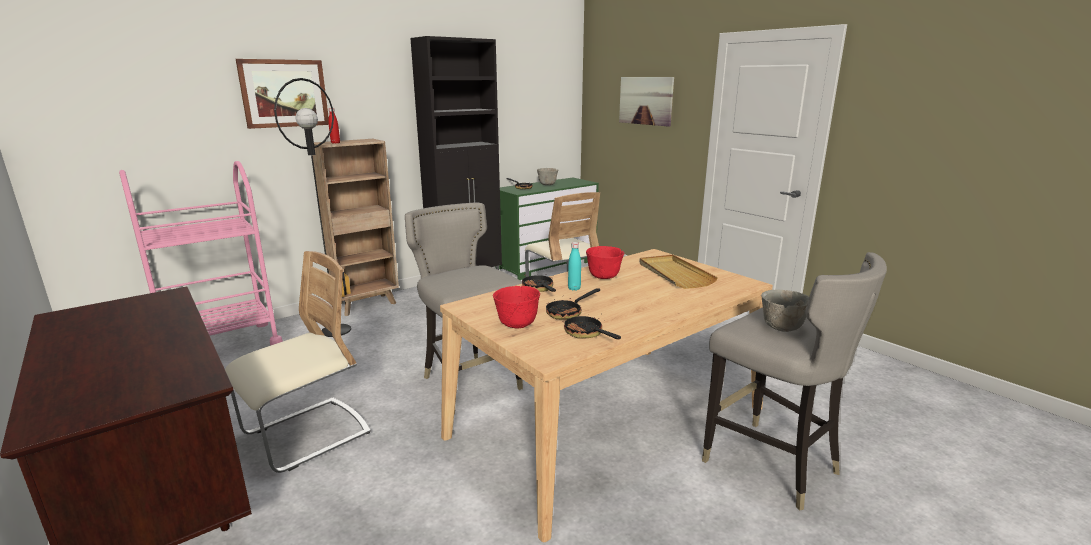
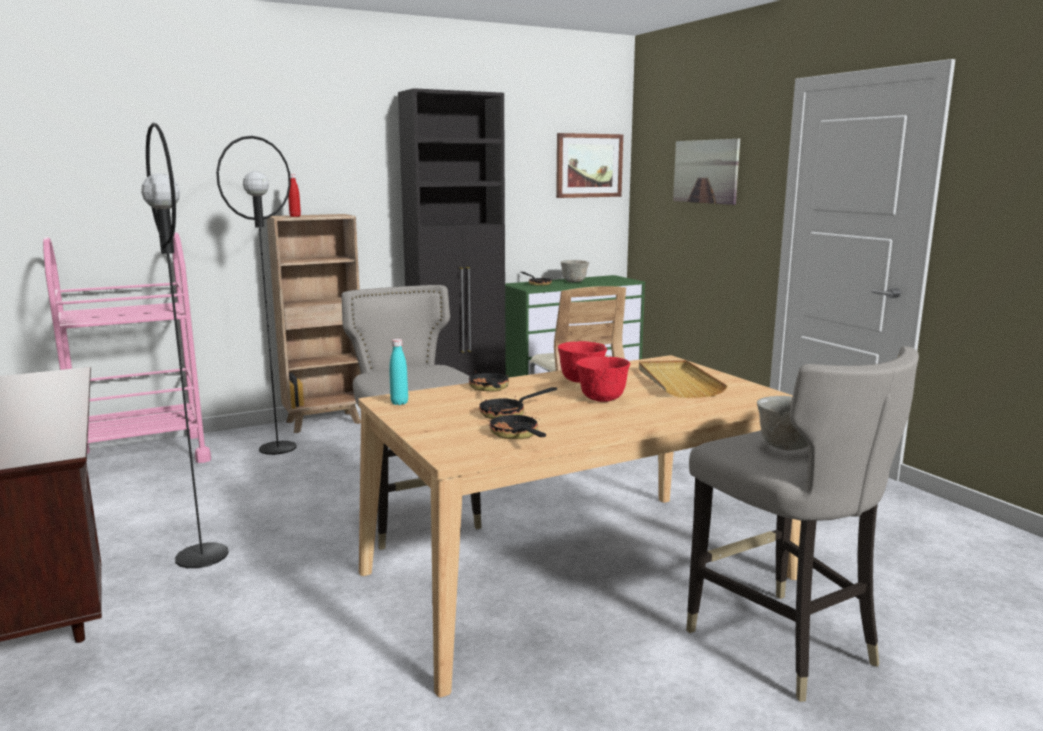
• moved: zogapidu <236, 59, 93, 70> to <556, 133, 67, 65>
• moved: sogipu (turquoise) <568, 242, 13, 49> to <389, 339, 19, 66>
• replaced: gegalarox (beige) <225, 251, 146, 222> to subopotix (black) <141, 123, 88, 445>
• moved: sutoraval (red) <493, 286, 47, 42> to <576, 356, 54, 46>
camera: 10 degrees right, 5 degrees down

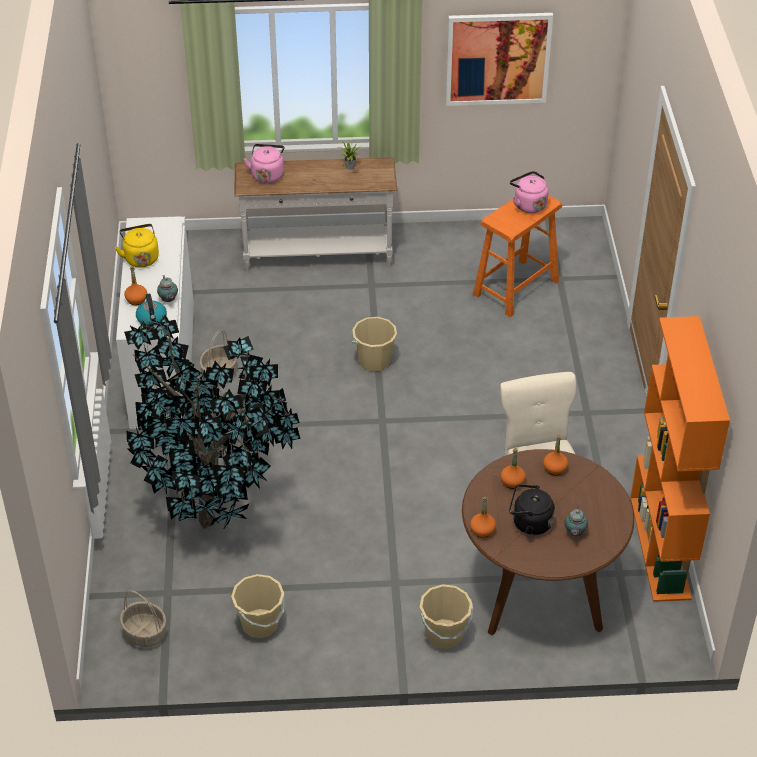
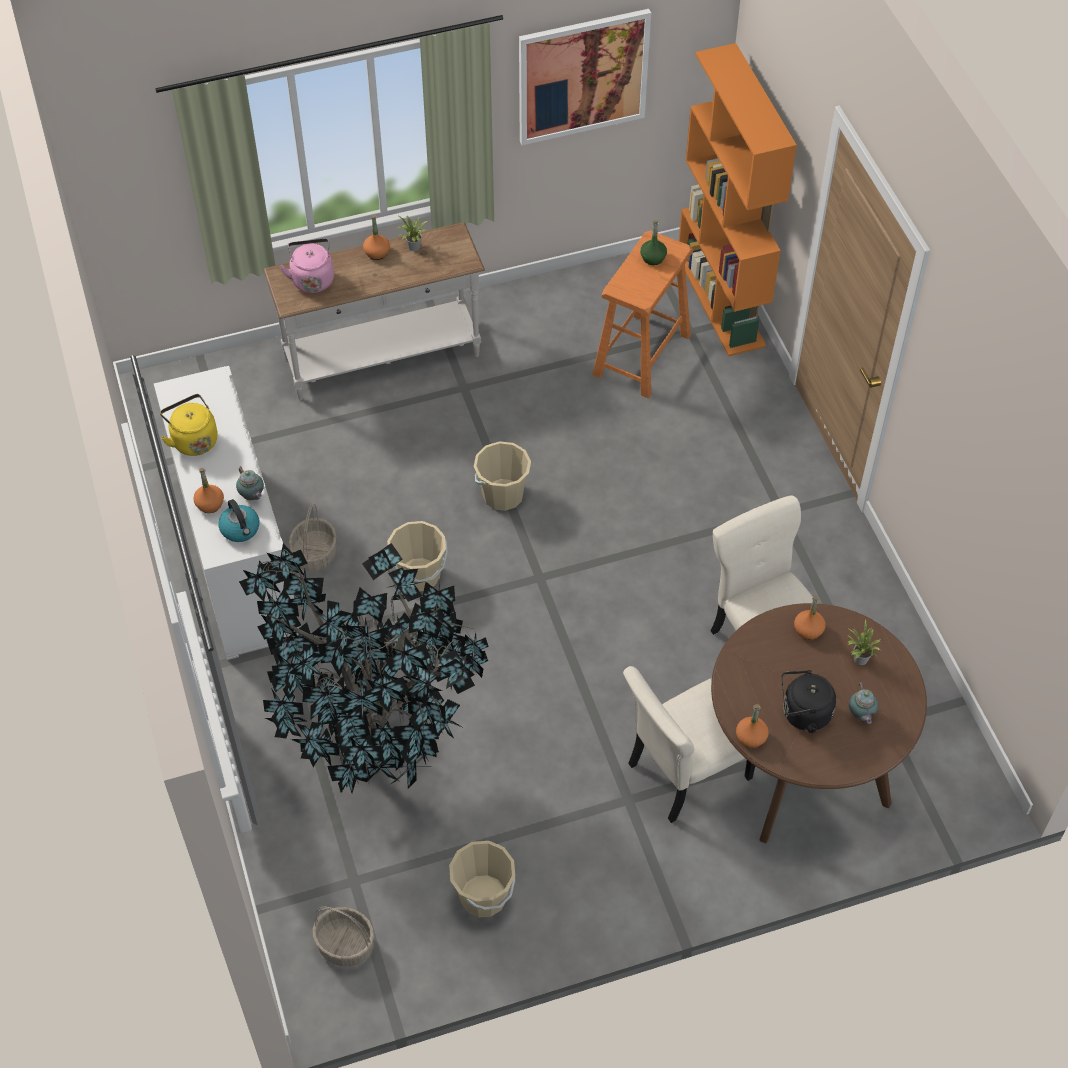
• replaced: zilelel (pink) <510, 171, 39, 42> to sogipu (green) <640, 220, 27, 45>
• moved: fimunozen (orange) <630, 316, 100, 286> to <679, 43, 118, 314>
• moved: sogipu (orange) <501, 448, 25, 41> to <363, 214, 27, 46>
• moved: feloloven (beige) <420, 584, 53, 65> to <387, 521, 61, 70>
• added: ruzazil <848, 619, 33, 46>
• added: gegalarox (beige) <623, 666, 132, 157>
camera: 15 degrees left, 10 degrees up

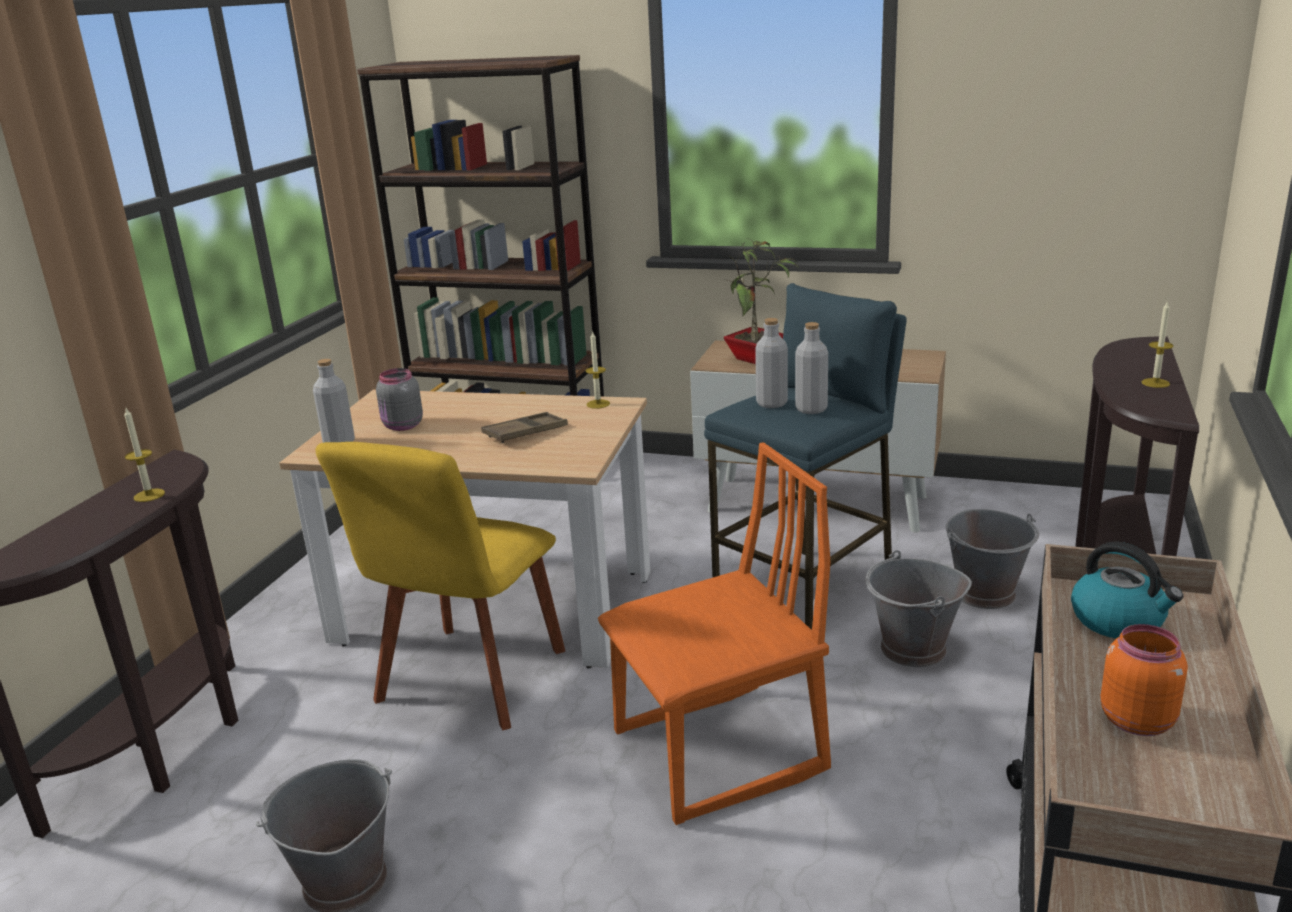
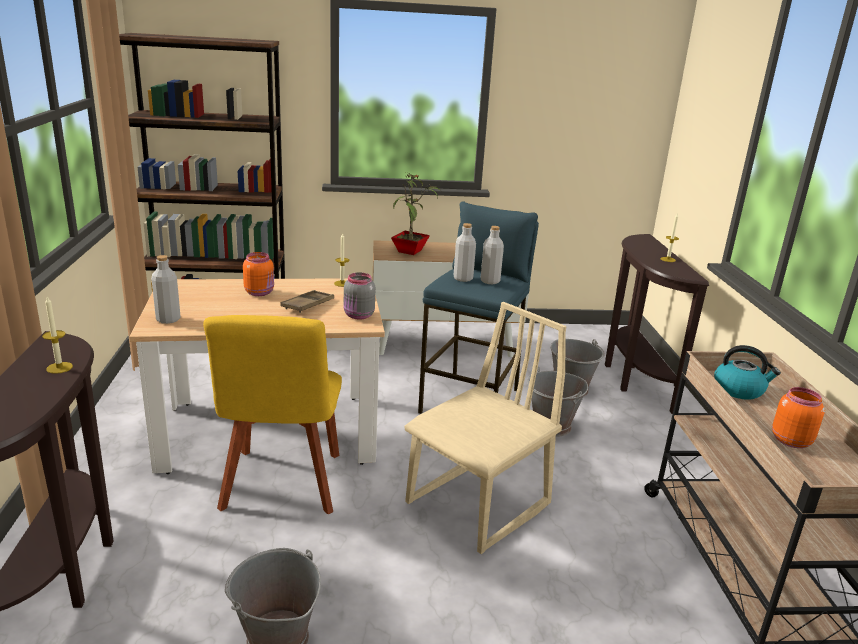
• moved: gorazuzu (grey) <376, 368, 47, 63> to <344, 272, 31, 48>
• recoloured: gegalarox (orange) <598, 442, 233, 383> to gegalarox (beige) <404, 302, 162, 252>
• added: gorazuzu (orange) <243, 252, 31, 44>
camera: 25 degrees left, 0 degrees up

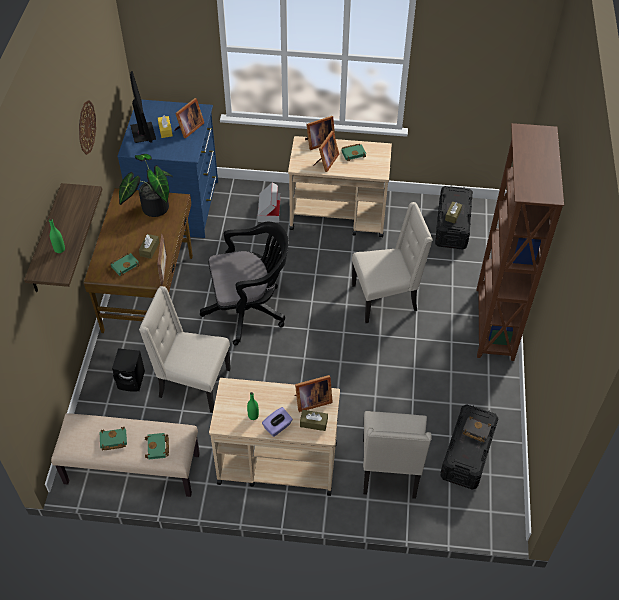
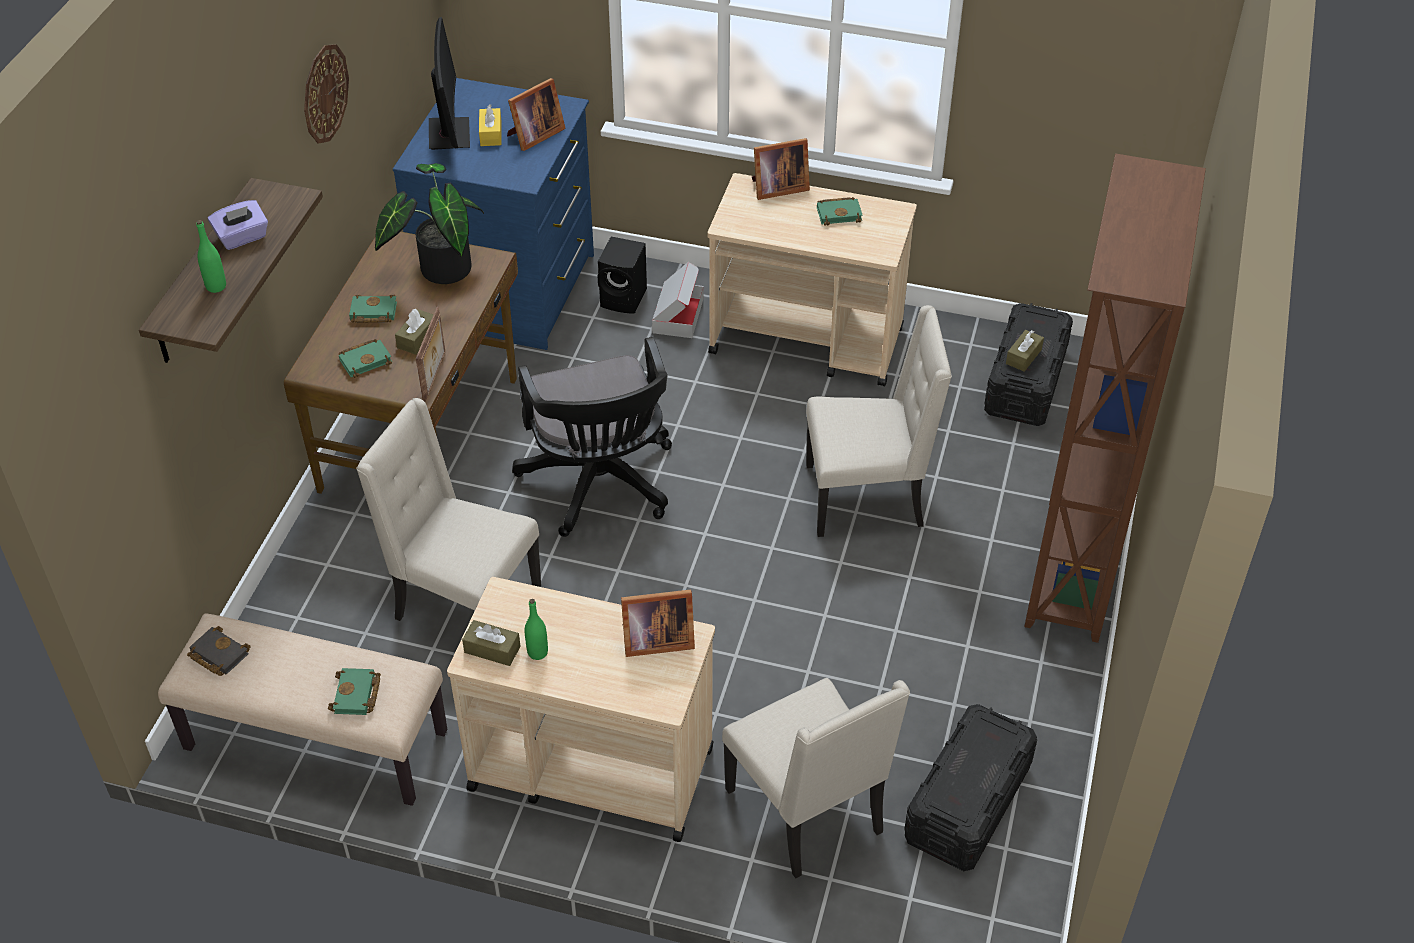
• removed: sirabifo <313, 131, 26, 41>
• turned: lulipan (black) <200, 221, 89, 125> = <512, 337, 160, 200> 75 degrees clockwise
• moved: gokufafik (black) <112, 348, 33, 44> to <597, 237, 50, 77>
• moved: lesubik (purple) <262, 407, 31, 30> to <208, 200, 60, 50>
• moved: lesubik (brown) <300, 410, 28, 21> to <462, 620, 59, 46>
• turned: gegalarox (beige) <363, 411, 69, 88> = <722, 678, 188, 201> 45 degrees counterclockwise
• moved: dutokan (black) <462, 416, 30, 26> to <187, 626, 64, 50>
• moved: dutokan (green) <100, 427, 27, 24> to <349, 295, 48, 28>
camera: 10 degrees right, 5 degrees down

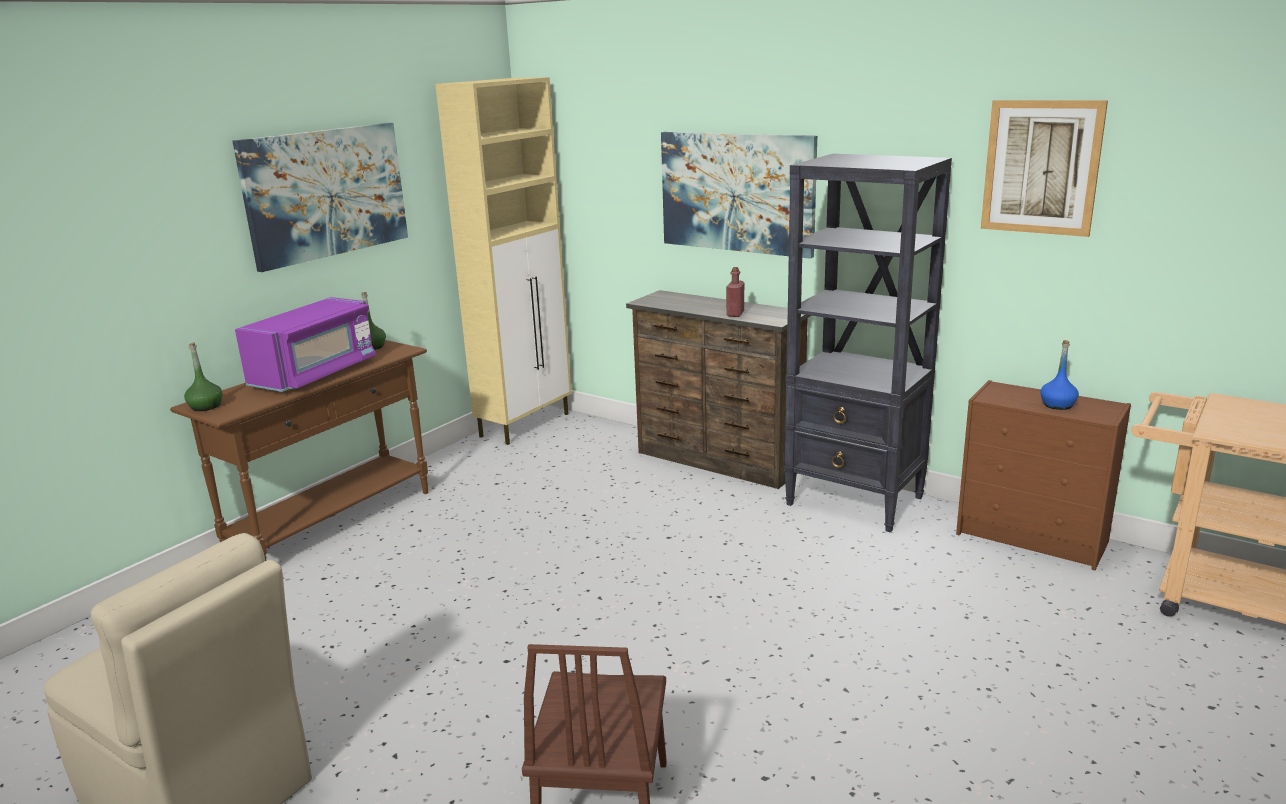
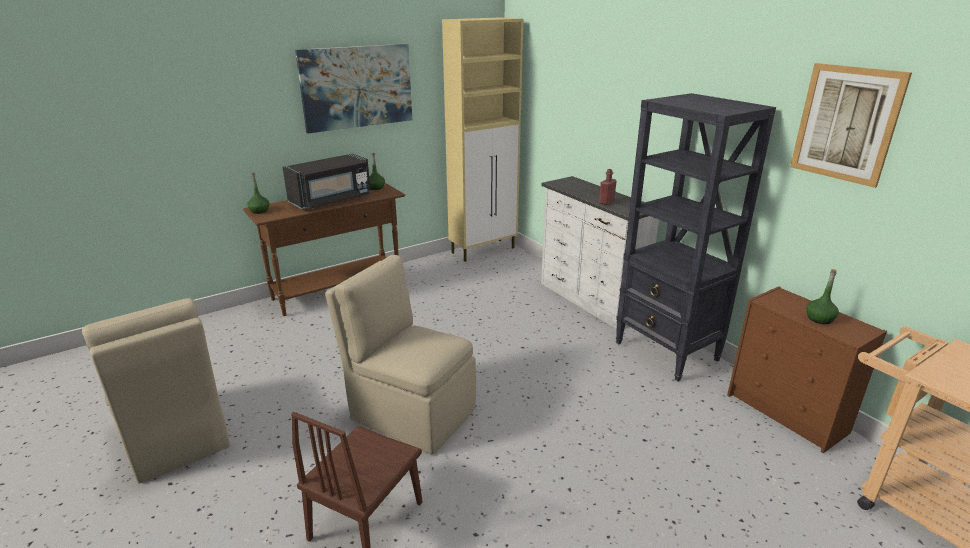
• removed: zogapidu <661, 132, 156, 127>
• recoloured: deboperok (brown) <626, 290, 185, 199> to deboperok (white) <541, 176, 118, 153>
• recoloured: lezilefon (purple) <235, 297, 141, 95> to lezilefon (black) <283, 154, 88, 55>
• recoloured: sogipu (blue) <1040, 340, 39, 70> to sogipu (green) <806, 269, 33, 55>
• added: gegalarox (beige) <325, 255, 151, 200>
camera: 20 degrees right, 5 degrees up

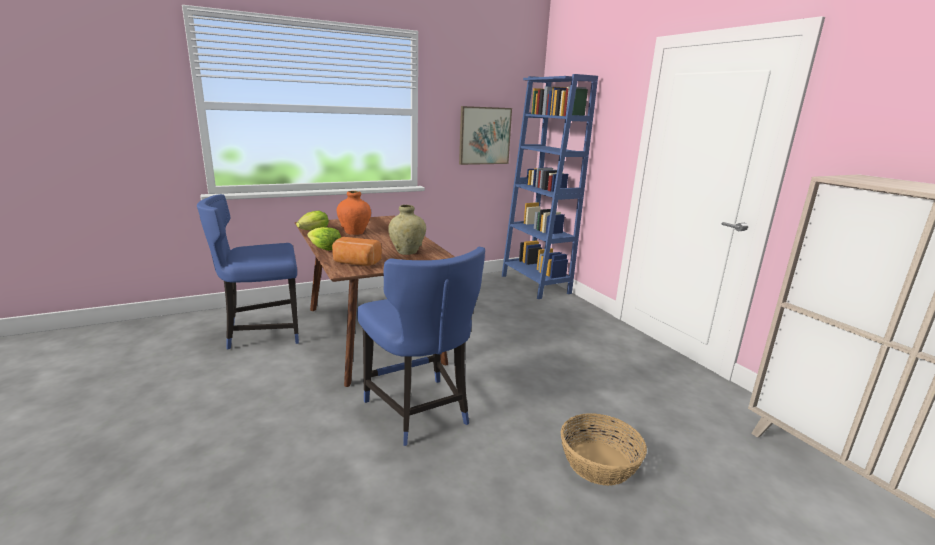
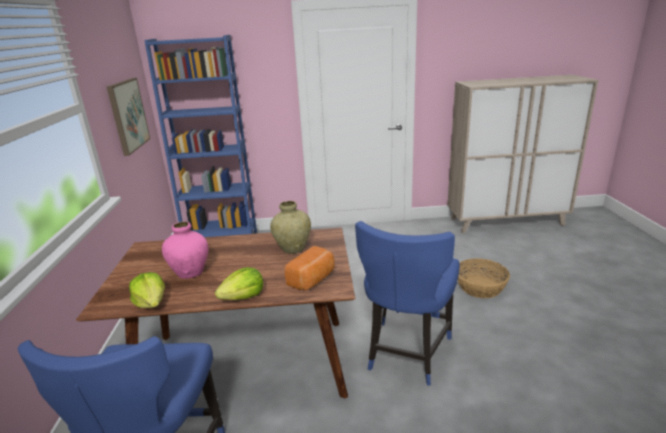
• recoloured: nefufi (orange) <337, 191, 34, 44> to nefufi (pink) <162, 221, 46, 58>
• turned: gegalarox (blue) <357, 247, 128, 199> = <355, 221, 105, 164> 120 degrees clockwise
camera: 65 degrees left, 5 degrees up

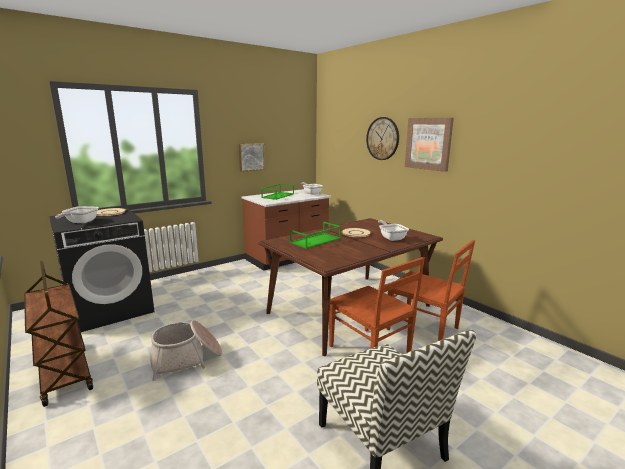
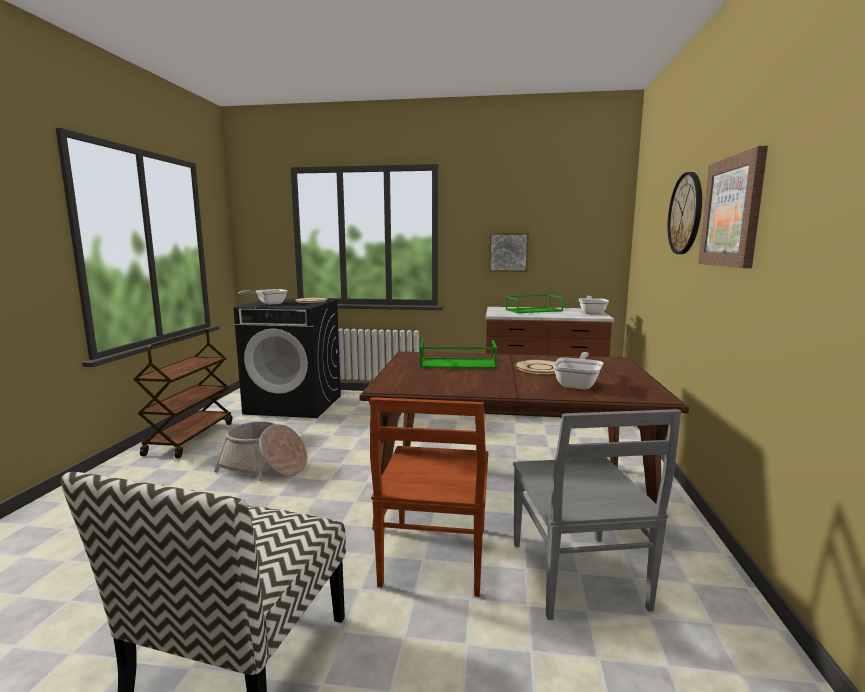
• recoloured: gegalarox (brown) <386, 240, 89, 101> to gegalarox (grey) <513, 409, 169, 211>
camera: 45 degrees right, 5 degrees down

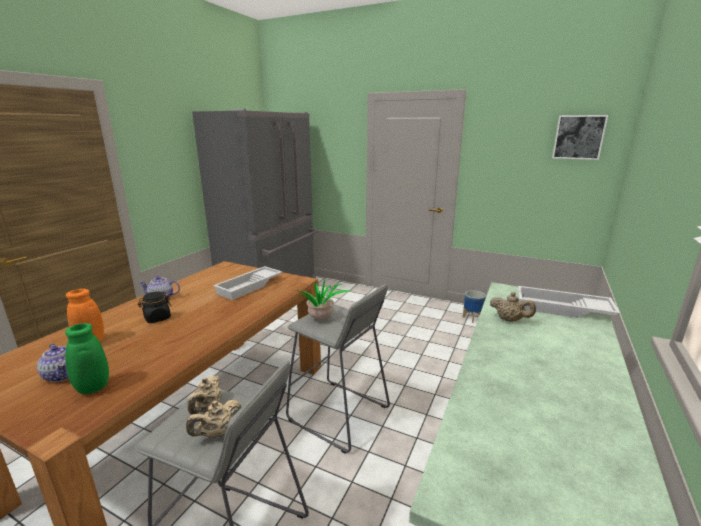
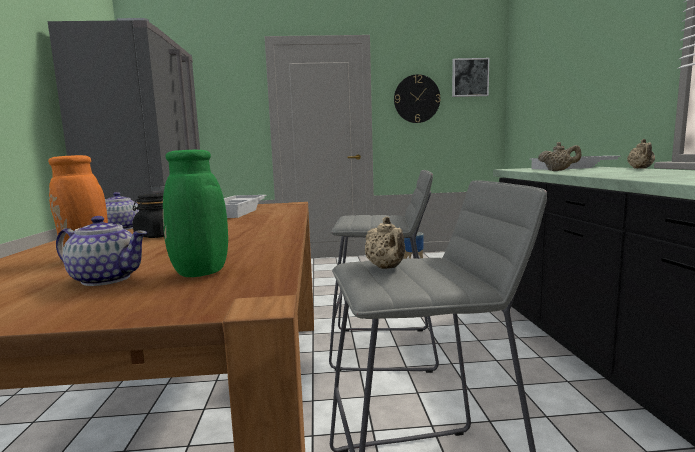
• removed: ruzazil <296, 281, 55, 38>
• moved: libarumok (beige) <186, 400, 55, 38> to <627, 139, 28, 30>
• added: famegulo <394, 74, 46, 49>
camera: 30 degrees left, 10 degrees down

